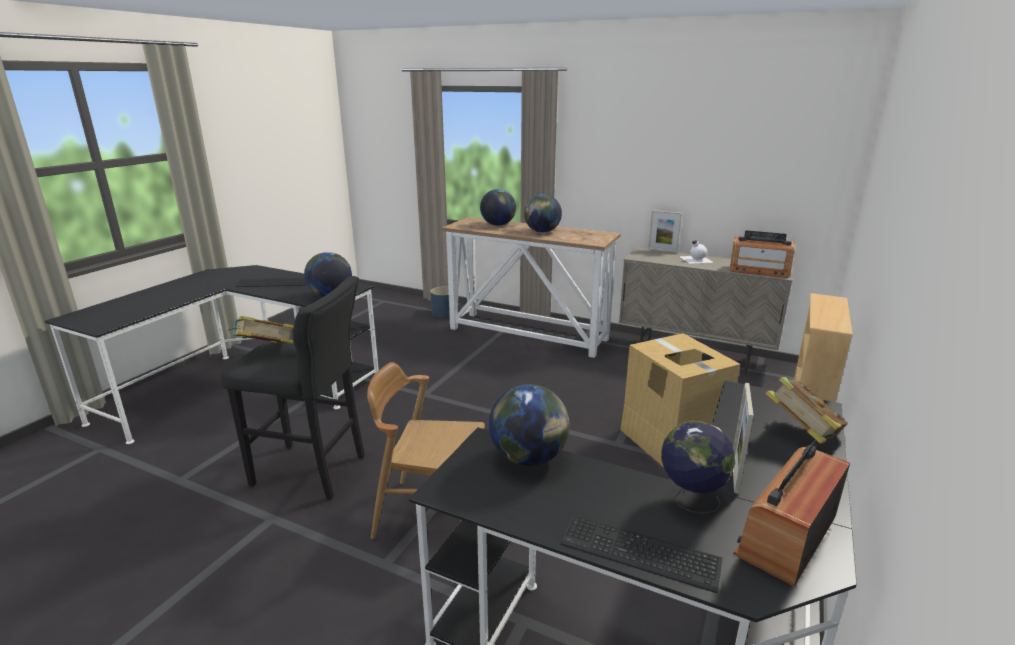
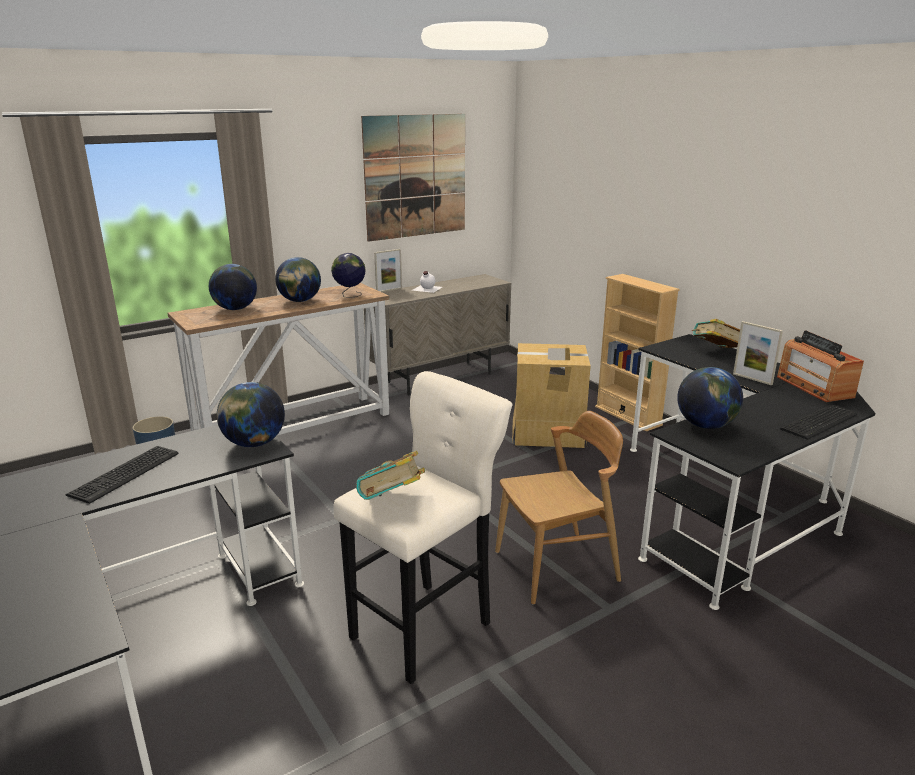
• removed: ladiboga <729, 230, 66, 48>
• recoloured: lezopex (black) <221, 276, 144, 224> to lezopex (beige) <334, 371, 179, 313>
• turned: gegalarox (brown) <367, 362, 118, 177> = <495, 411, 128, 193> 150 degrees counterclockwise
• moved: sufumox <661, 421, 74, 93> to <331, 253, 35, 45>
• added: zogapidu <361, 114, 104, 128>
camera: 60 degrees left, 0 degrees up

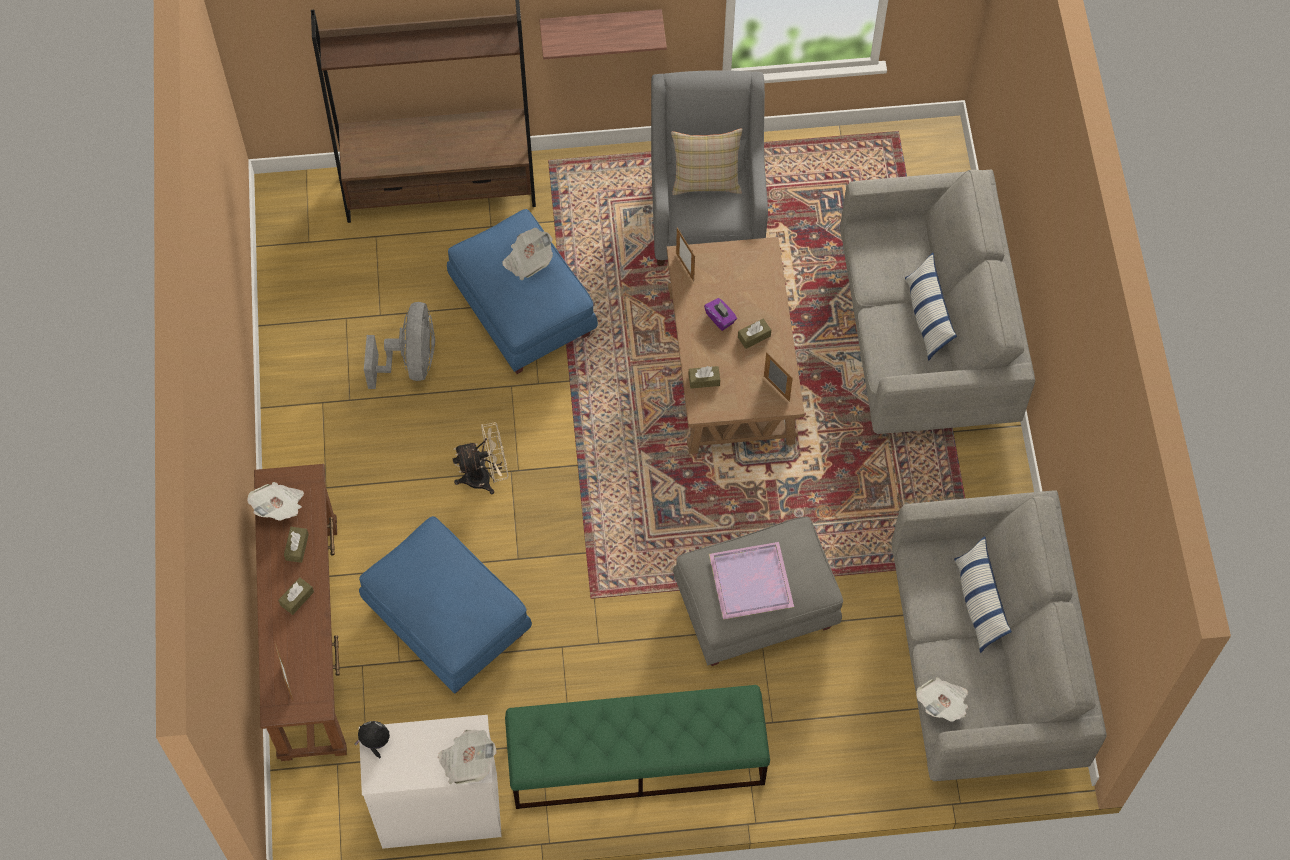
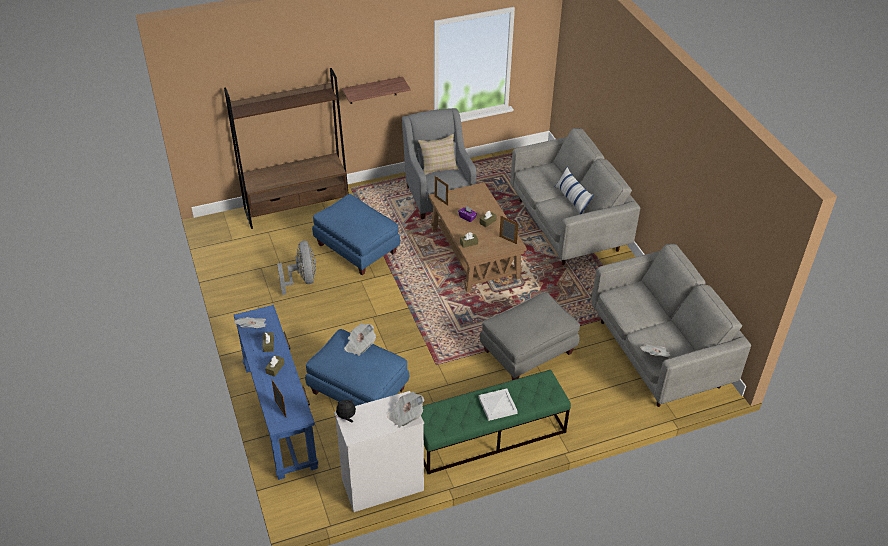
• moved: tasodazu <502, 228, 51, 52> to <344, 323, 32, 33>
• removed: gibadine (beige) <452, 422, 56, 73>
• recoloured: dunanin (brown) <254, 464, 93, 297> to dunanin (blue) <234, 305, 84, 175>
• removed: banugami <954, 536, 58, 117>
• removed: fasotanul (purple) <709, 542, 85, 78>
• added: fasotanul (white) <478, 388, 40, 33>
camera: 15 degrees left, 20 degrees down

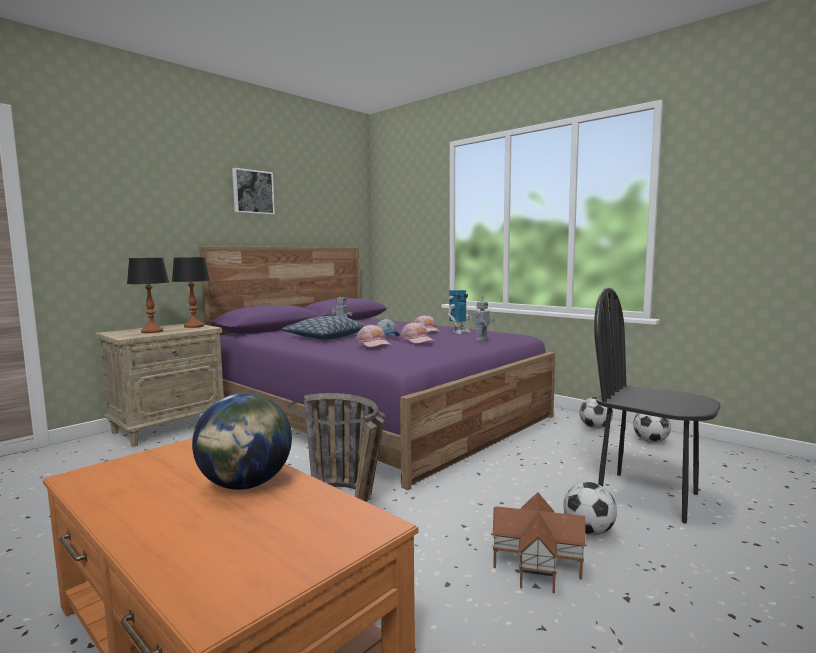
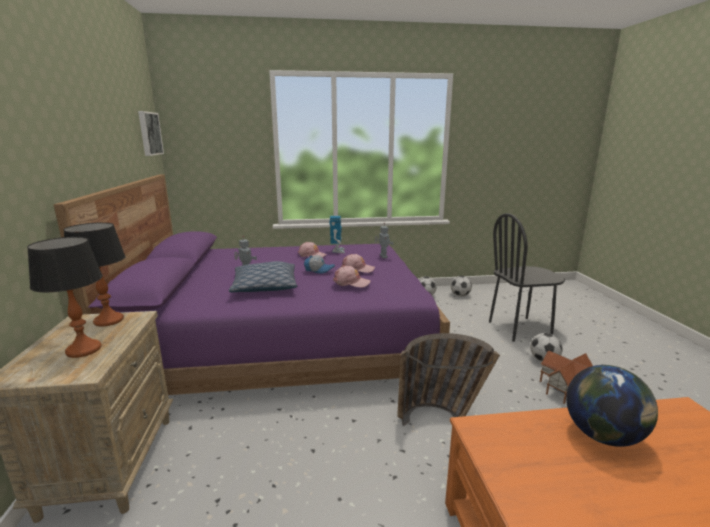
• moved: zogapidu <232, 168, 43, 47> to <138, 111, 26, 45>
camera: 50 degrees left, 10 degrees up

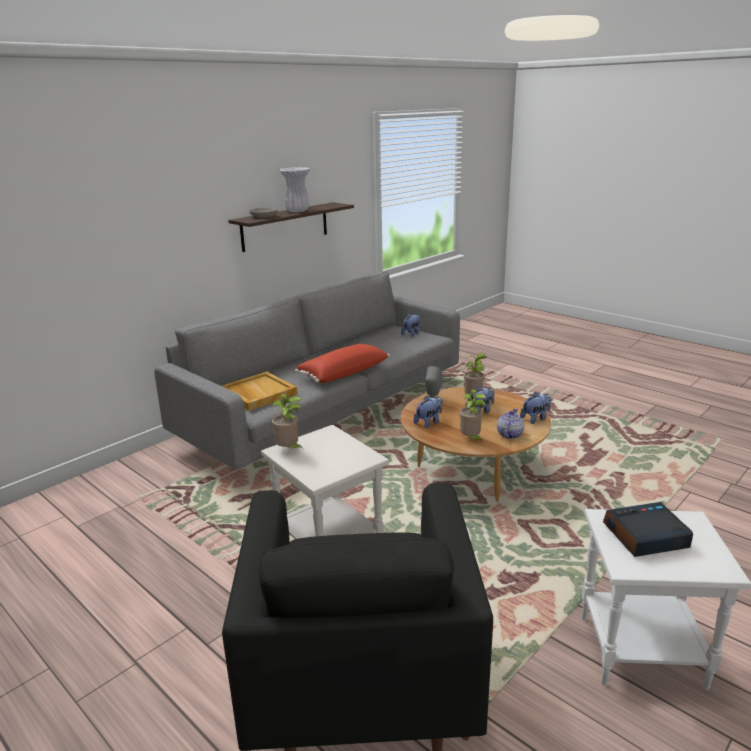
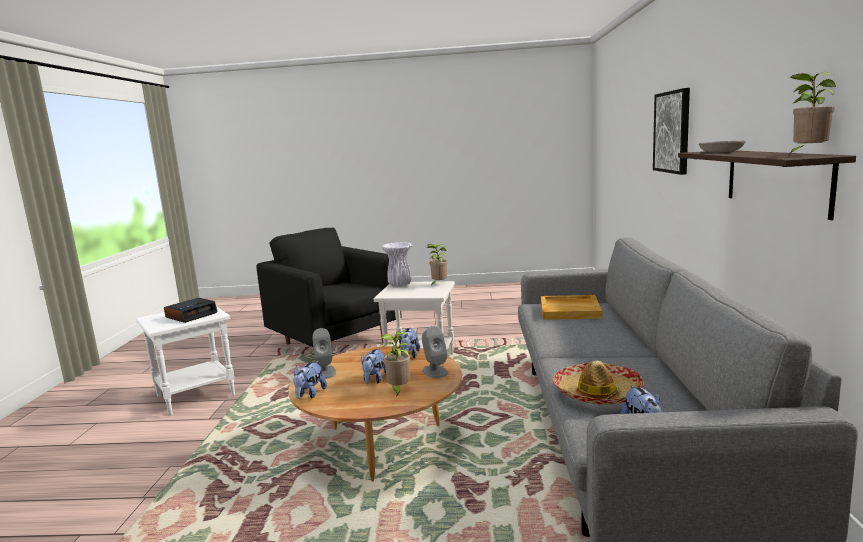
• moved: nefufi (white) <279, 167, 32, 45> to <381, 242, 31, 45>
• removed: banugami (red) <295, 343, 95, 40>
• moved: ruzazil <459, 389, 27, 54> to <787, 72, 49, 84>
• replaced: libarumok <497, 408, 27, 31> to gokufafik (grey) <312, 328, 24, 51>
• added: zogapidu <653, 88, 37, 87>
• added: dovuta <553, 361, 91, 44>
camera: 140 degrees right, 10 degrees down

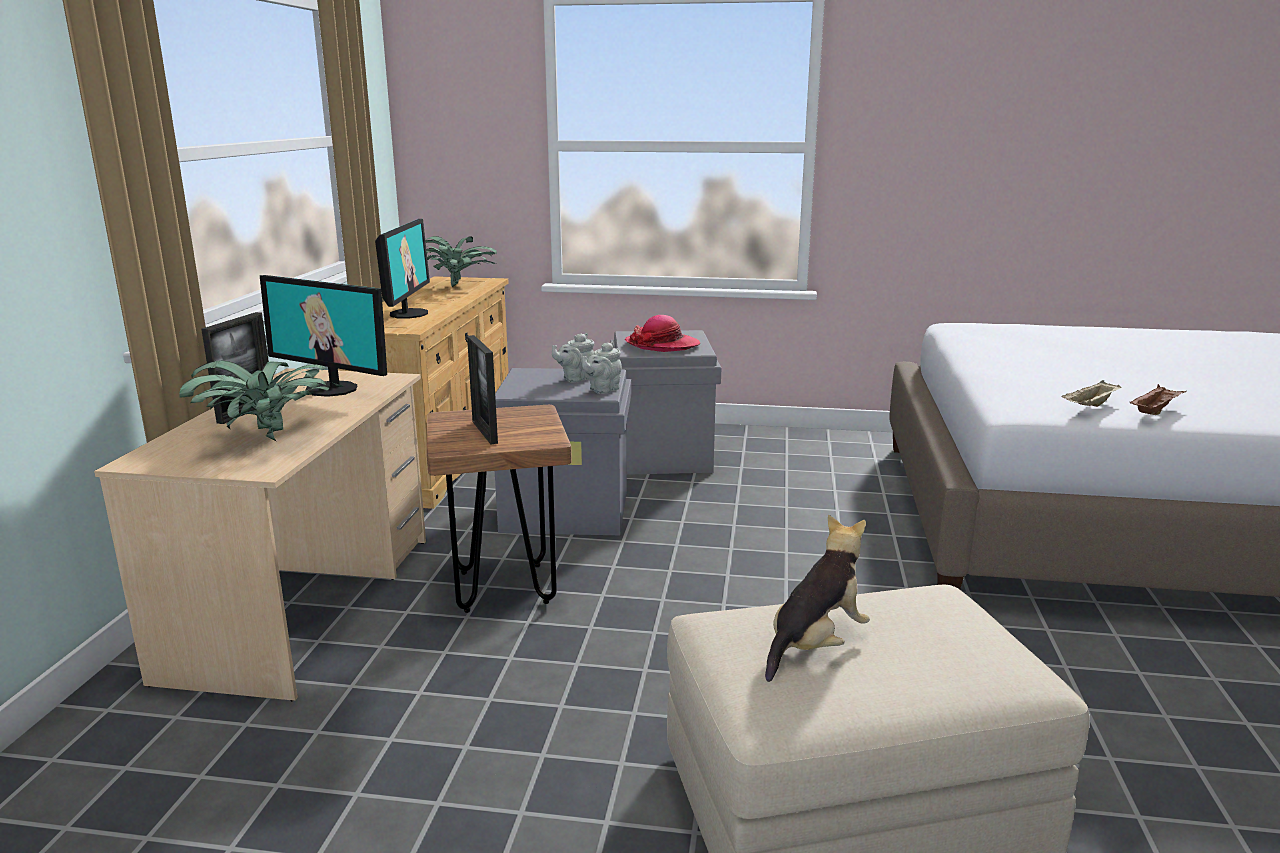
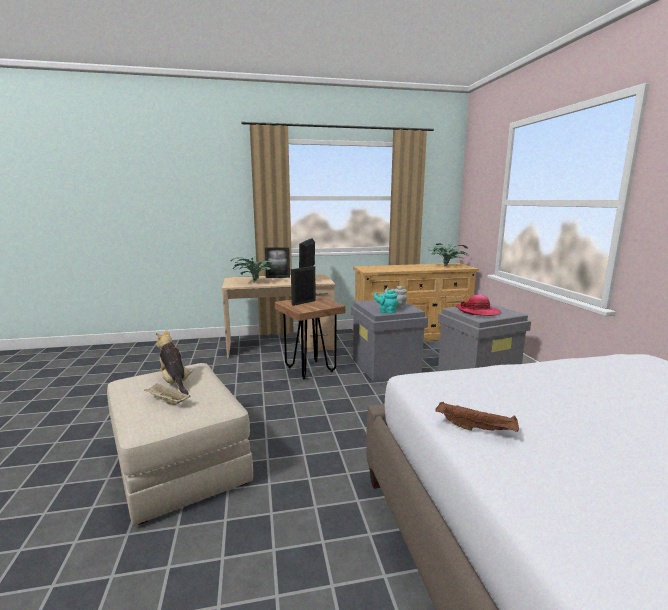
• removed: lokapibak <375, 219, 55, 100>
• recoloured: libarumok (grey) <582, 342, 40, 52> to libarumok (turquoise) <374, 290, 24, 24>
• moved: fasotanul (beige) <1062, 380, 59, 27> to <144, 383, 47, 22>
• turned: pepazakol <765, 514, 105, 168> = <156, 330, 37, 65> 150 degrees counterclockwise
camera: 70 degrees right, 5 degrees down

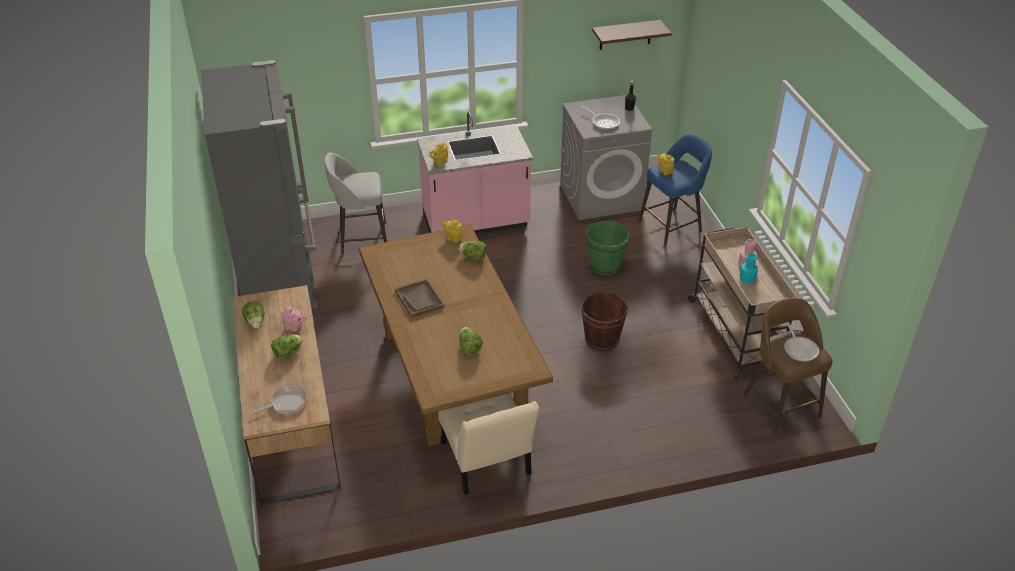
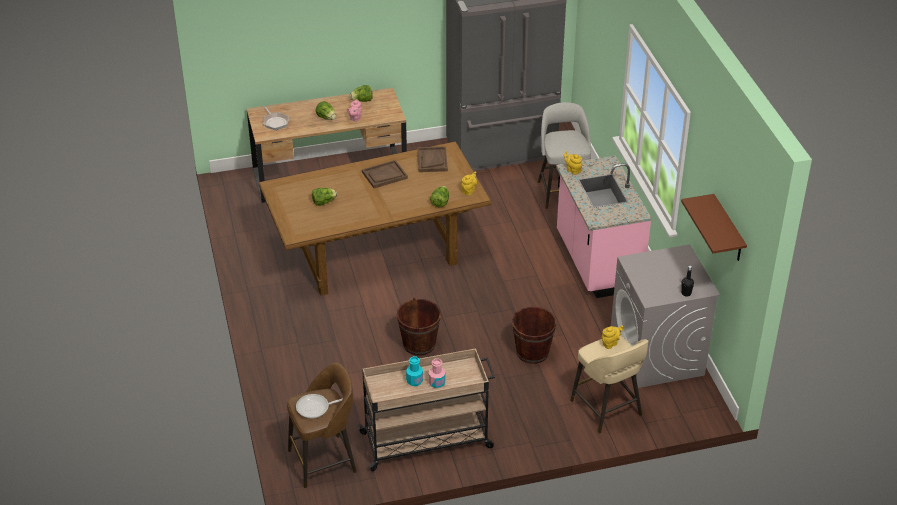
• removed: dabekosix <582, 106, 38, 24>
• recoloured: lezopex (blue) <638, 134, 74, 112> to lezopex (beige) <570, 335, 78, 99>
• recoloured: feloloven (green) <586, 220, 43, 55> to feloloven (brown) <512, 307, 45, 57>
• removed: gegalarox (beige) <438, 393, 101, 102>
• added: fasotanul (brown) <417, 146, 31, 26>
camera: 90 degrees right, 0 degrees up

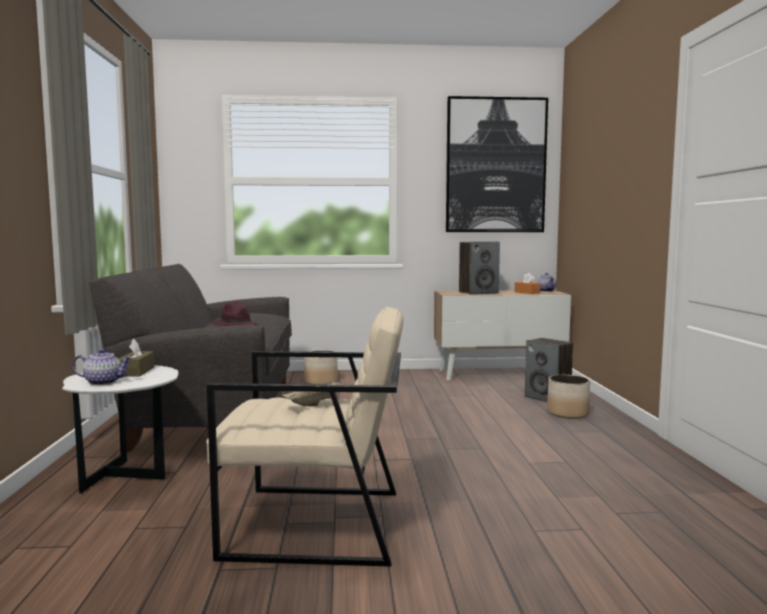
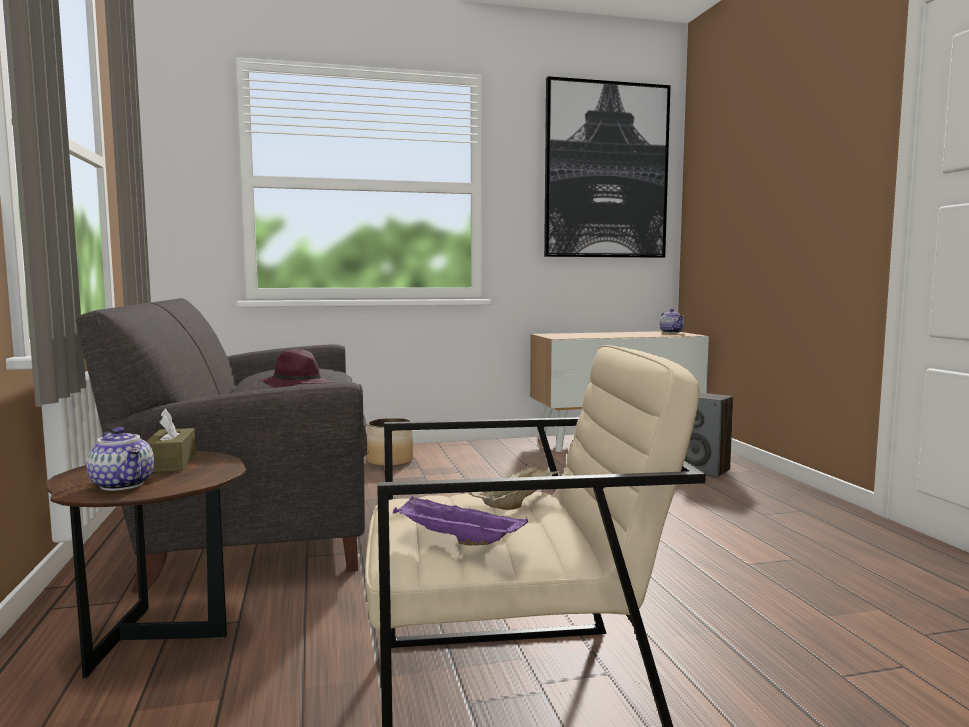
• removed: gokufafik <459, 242, 41, 53>
• removed: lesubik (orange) <515, 273, 25, 21>
• turned: libarumok <72, 349, 60, 36> = <86, 427, 68, 64> 60 degrees clockwise
• recoloured: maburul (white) <62, 365, 117, 129> to maburul (brown) <45, 451, 201, 228>
• removed: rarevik <547, 375, 43, 44>
• added: fasotanul (purple) <393, 496, 135, 49>
camera: 10 degrees left, 0 degrees up

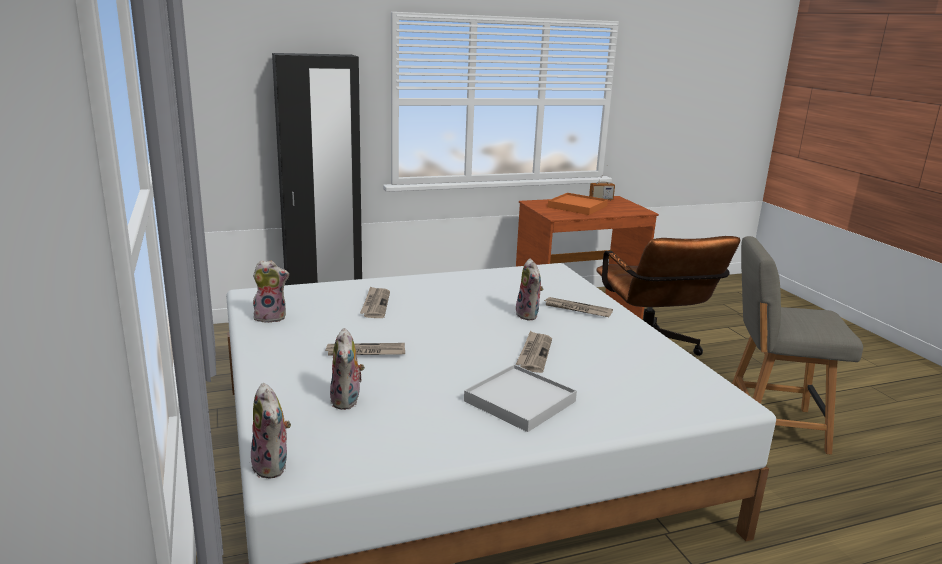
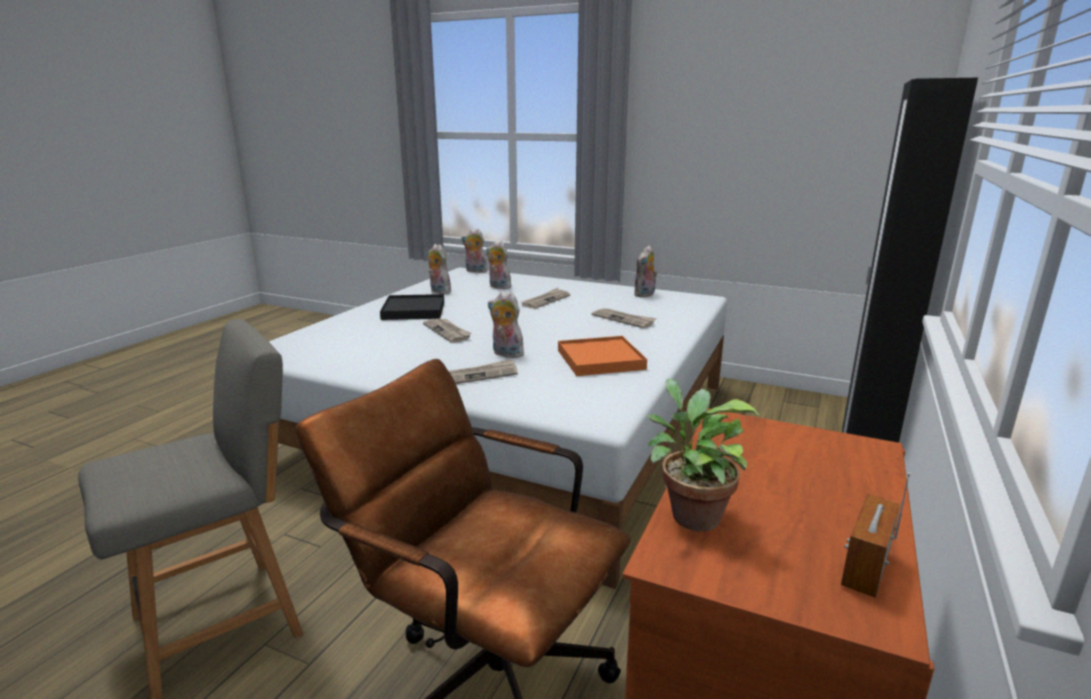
• moved: fasotanul (orange) <548, 193, 60, 22> to <558, 336, 89, 40>
• recoloured: fasotanul (white) <464, 364, 113, 68> to fasotanul (black) <380, 294, 64, 26>
• added: pepazakol <428, 244, 23, 50>
• added: ruzazil <648, 379, 111, 152>
camera: 135 degrees right, 0 degrees up

